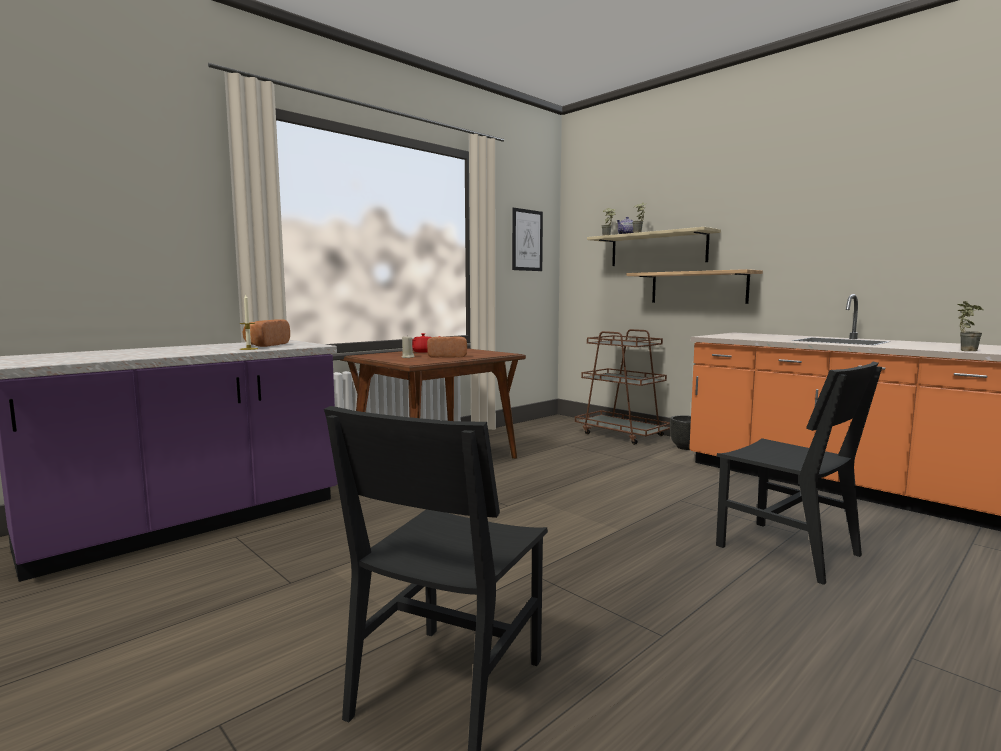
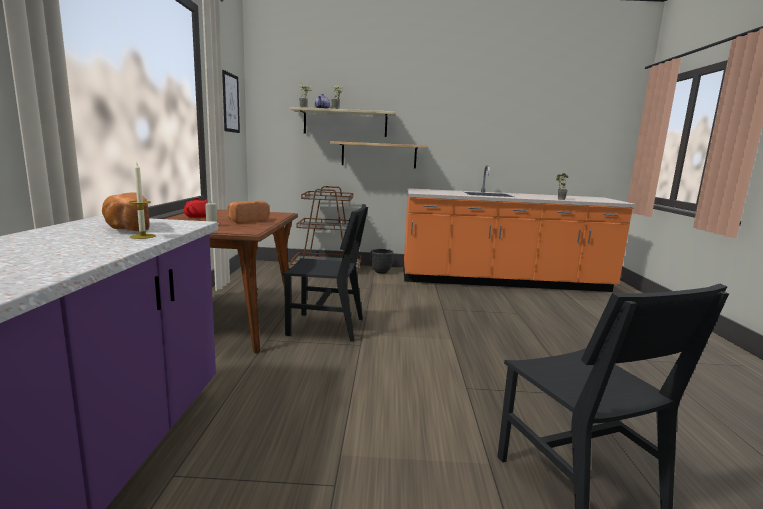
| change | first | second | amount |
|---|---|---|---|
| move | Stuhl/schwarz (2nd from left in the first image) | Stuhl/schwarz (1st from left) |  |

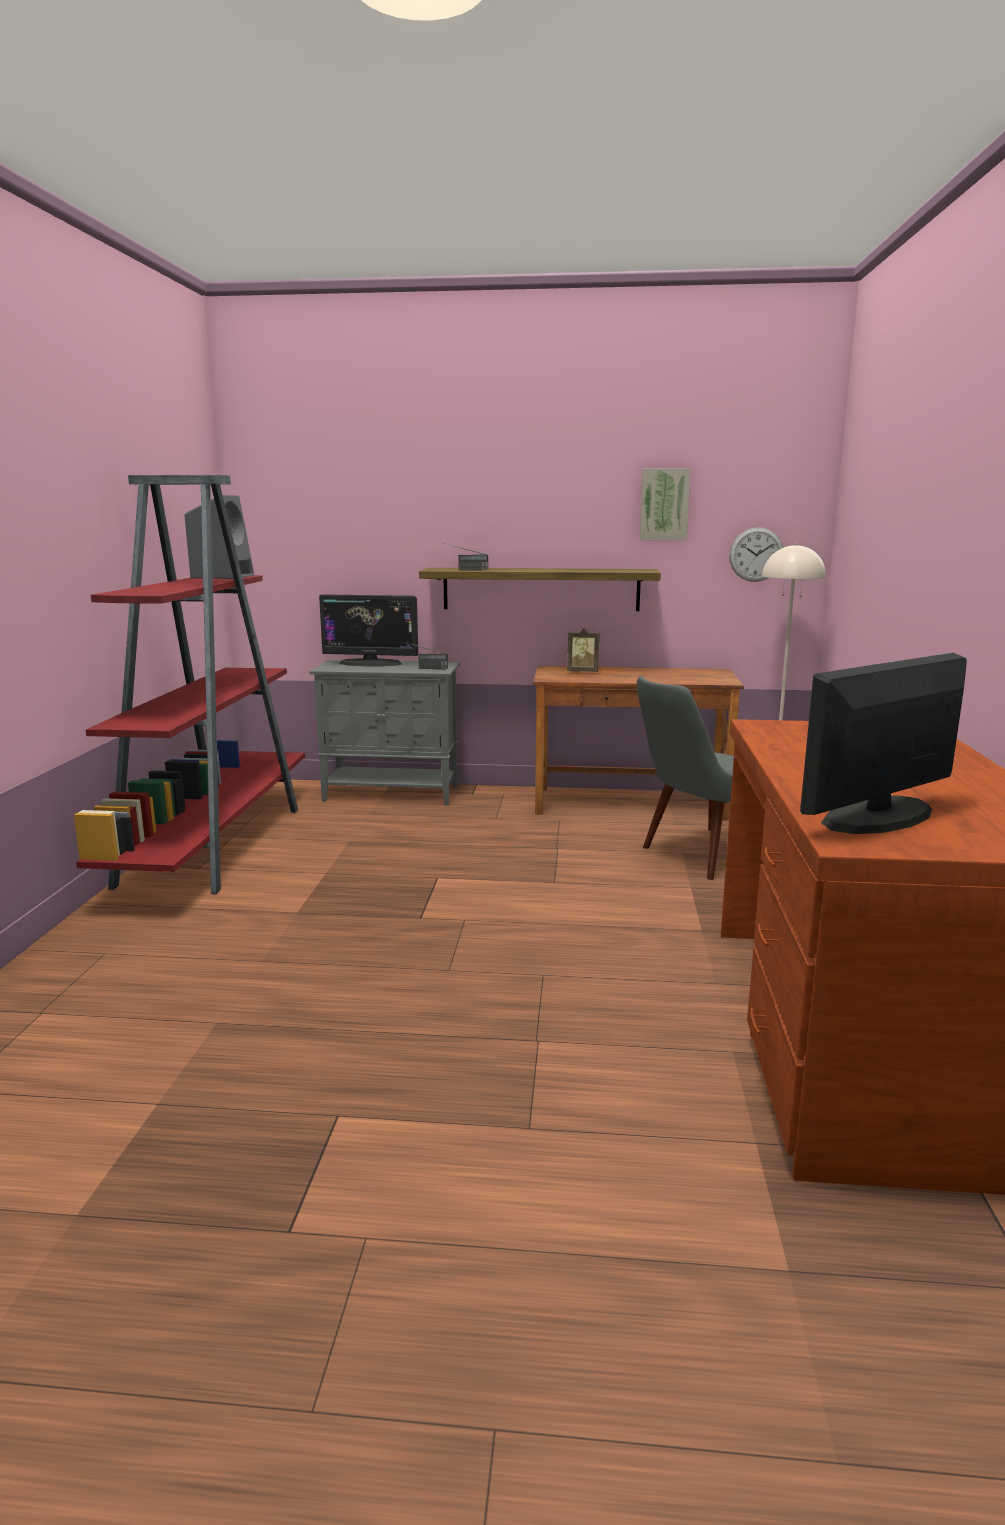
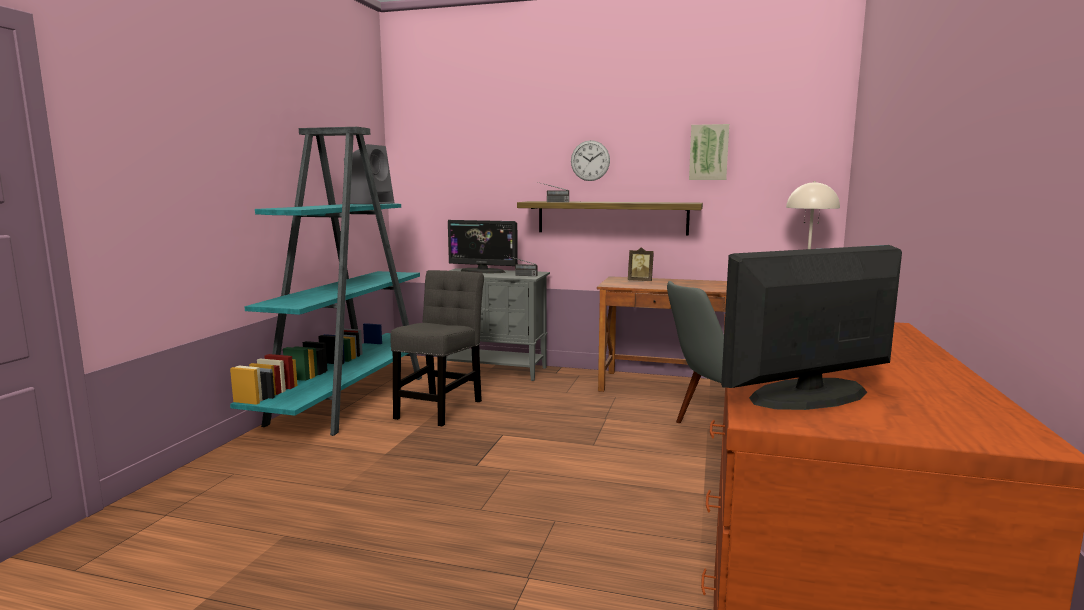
| change | first | second | amount |
|---|---|---|---|
| recolor | Bücherregal/rot | Bücherregal/türkis |  |
| move | Wanduhr |  |  |
| insert |  | Stuhl/grau (1st from left) |  |

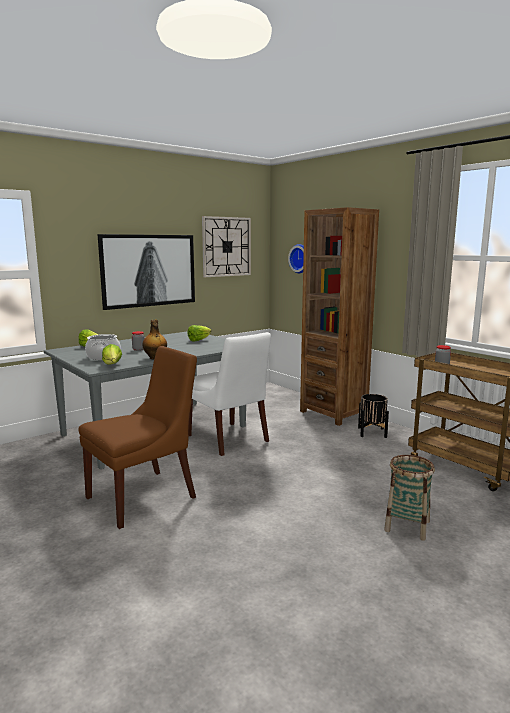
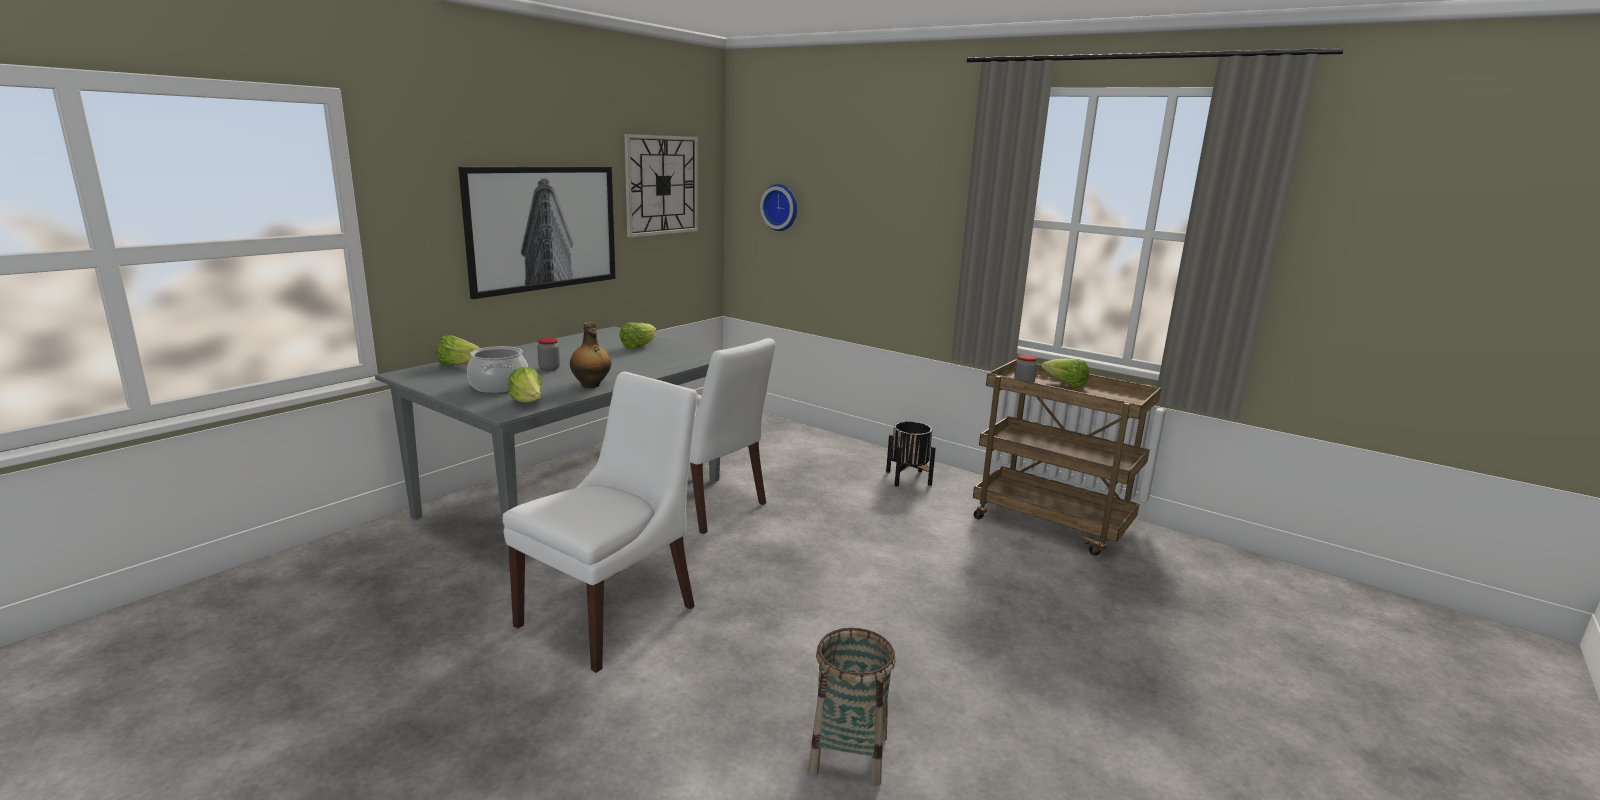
| change | first | second | amount |
|---|---|---|---|
| delete | Bücherregal/braun |  |  |
| recolor | Stuhl/braun | Stuhl/weiß (1st from left) |  |
| move | Korb |  |  |
| insert |  | Salatkopf (4th from left) |  |

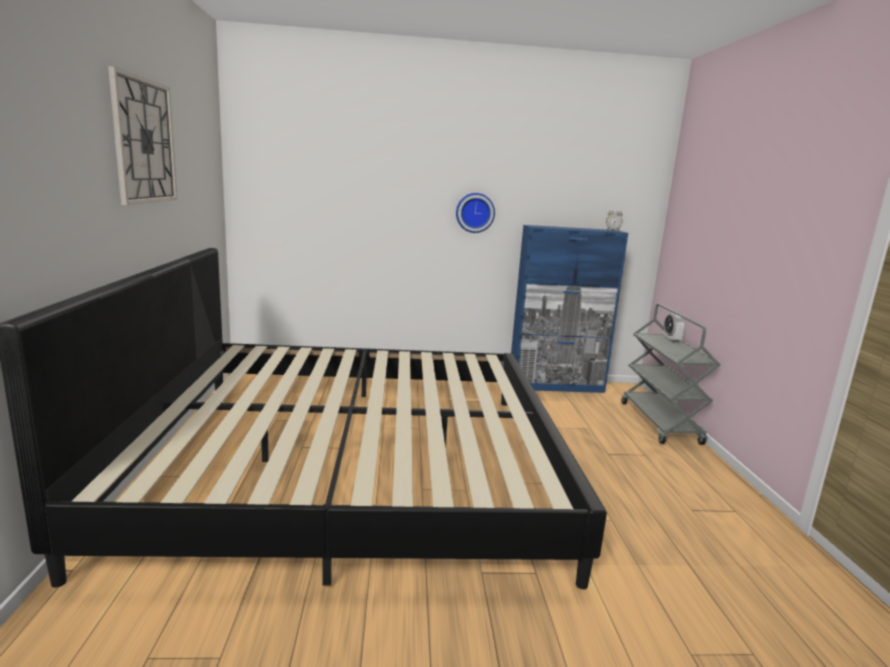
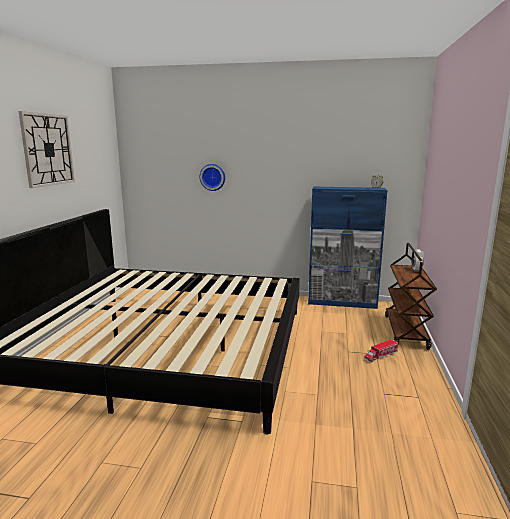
| change | first | second | amount |
|---|---|---|---|
| move | Wanduhr (2nd from left) |  |  |
| recolor | Rollwagen/grau | Rollwagen/braun |  |
| insert |  | Spielzeuglaster |  |

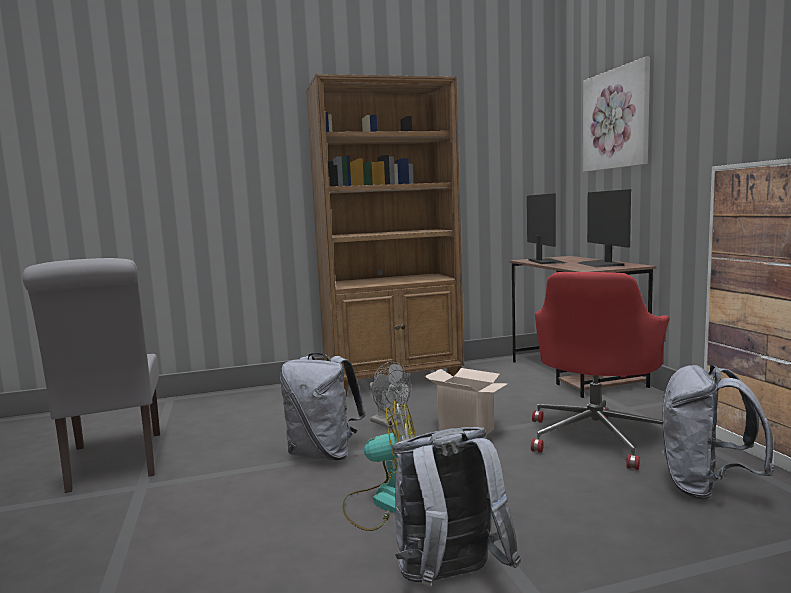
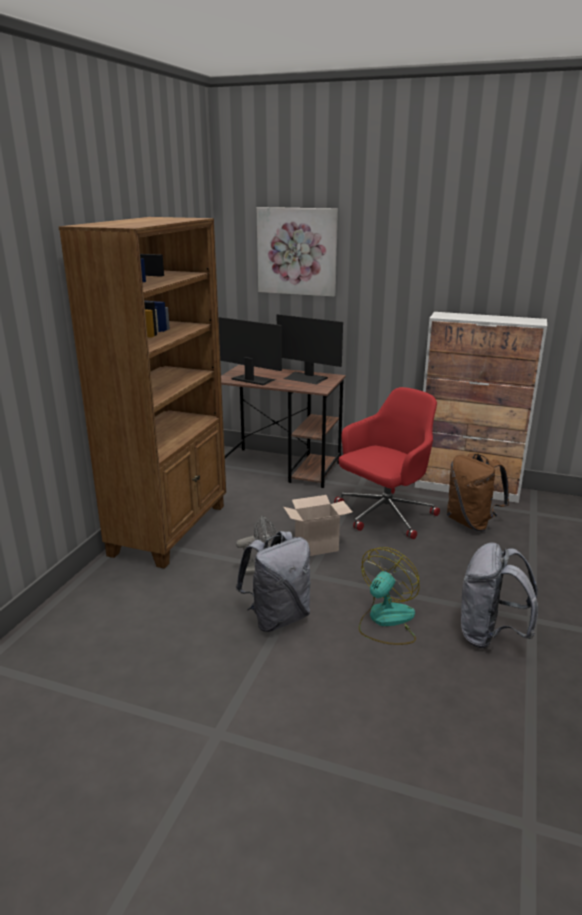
| change | first | second | amount |
|---|---|---|---|
| delete | Stuhl/grau |  |  |
| rotate | Bürostuhl/rot |  | 105 degrees counterclockwise |
| recolor | Rucksack/grau (3rd from left) | Rucksack/braun |  |

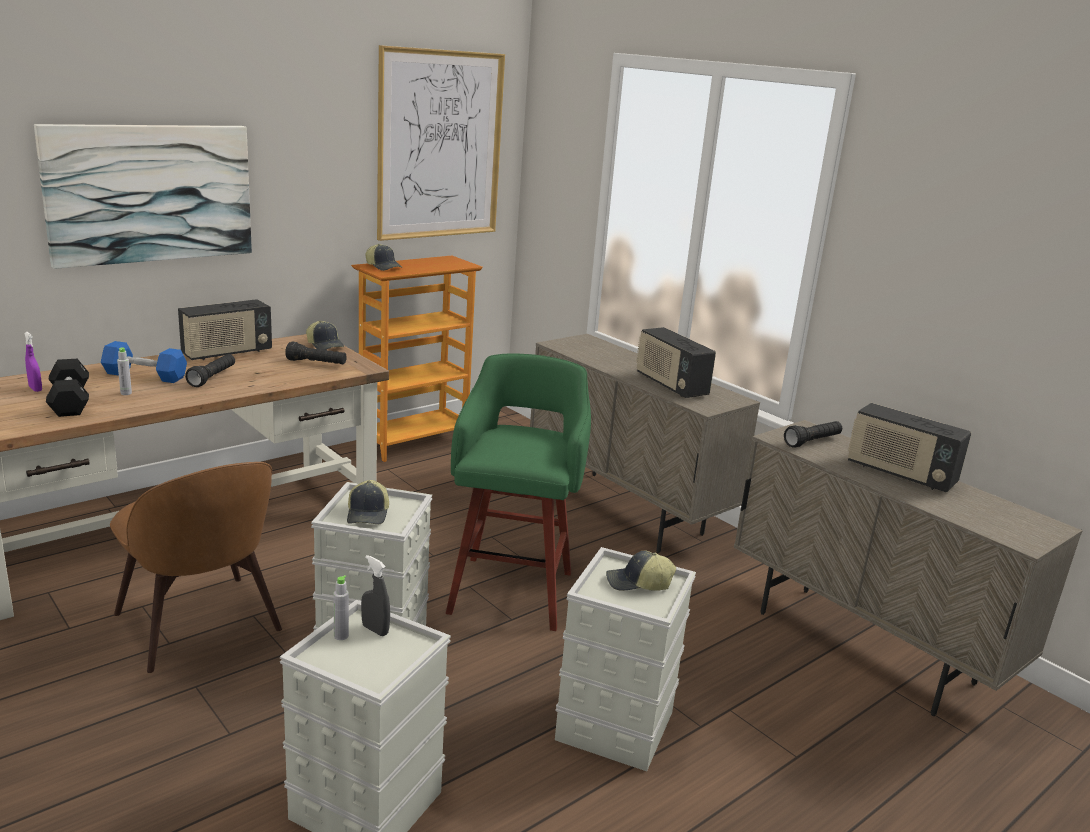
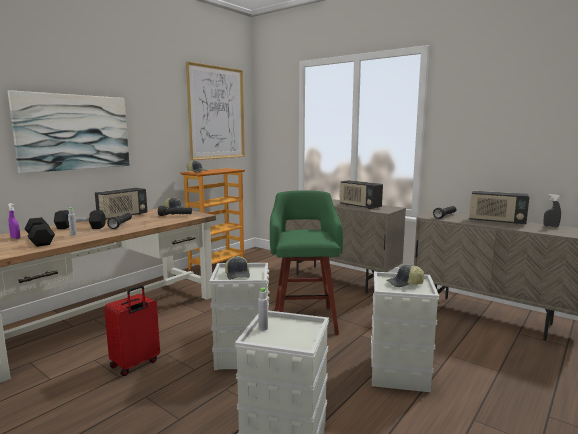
| change | first | second | amount |
|---|---|---|---|
| recolor | Hantel/blau | Hantel/schwarz (2nd from left) |  |
| replace | Stuhl/braun | Koffer/rot |  |
| move | Sprühflasche/grau |  |  |

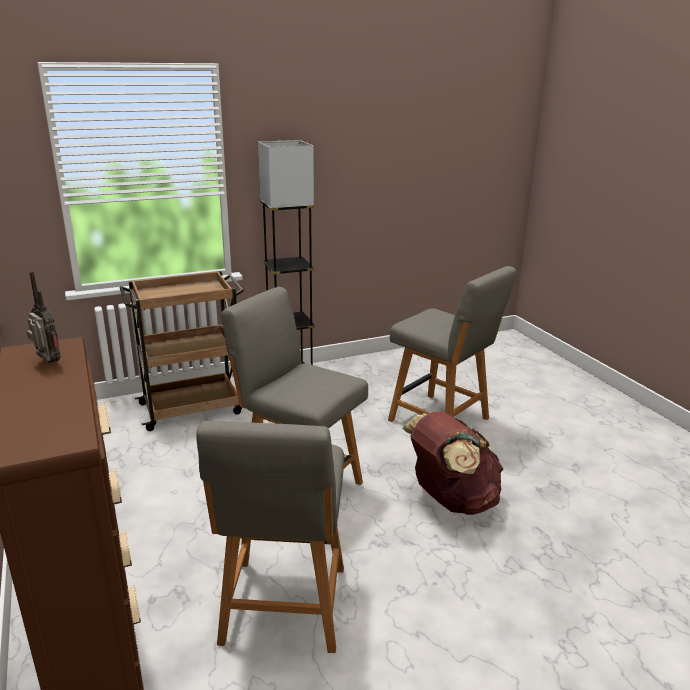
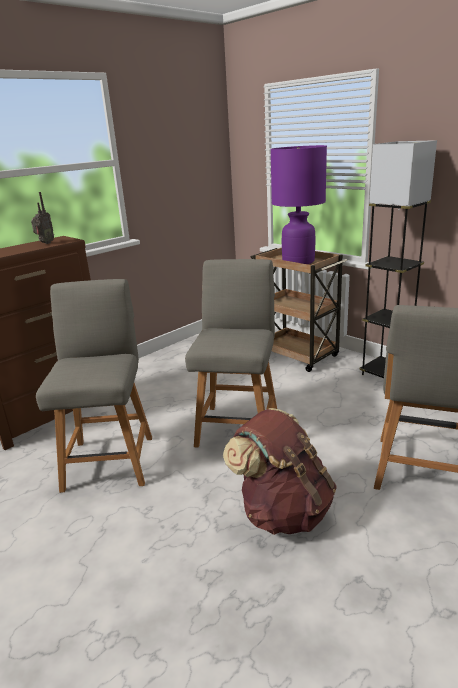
| change | first | second | amount |
|---|---|---|---|
| rotate | Stuhl/grau (1st from left) |  | 105 degrees clockwise |
| insert |  | Tischlampe/lila |  |

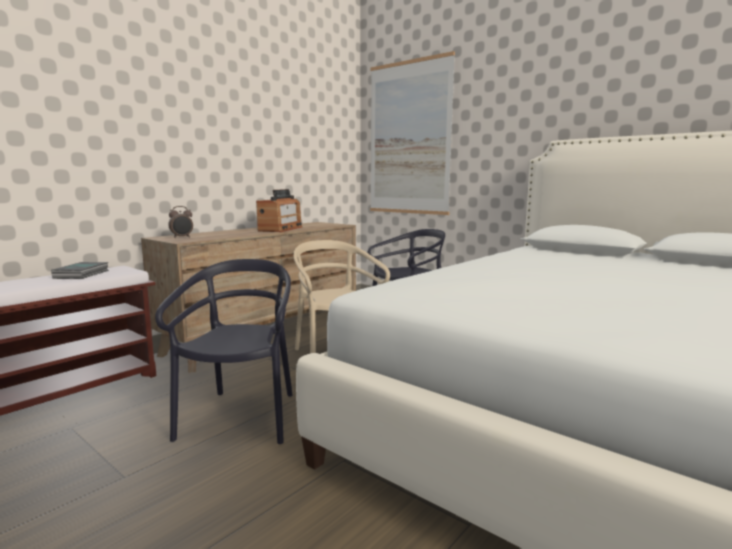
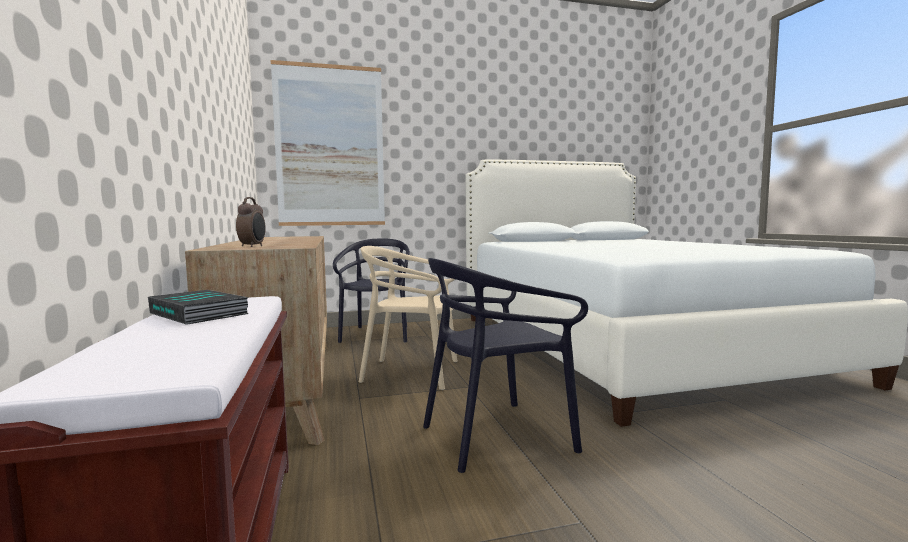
| change | first | second | amount |
|---|---|---|---|
| delete | Radio |  |  |
| rotate | Stuhl/schwarz (1st from left in the first image) | Stuhl/schwarz (2nd from left) | 60 degrees counterclockwise |

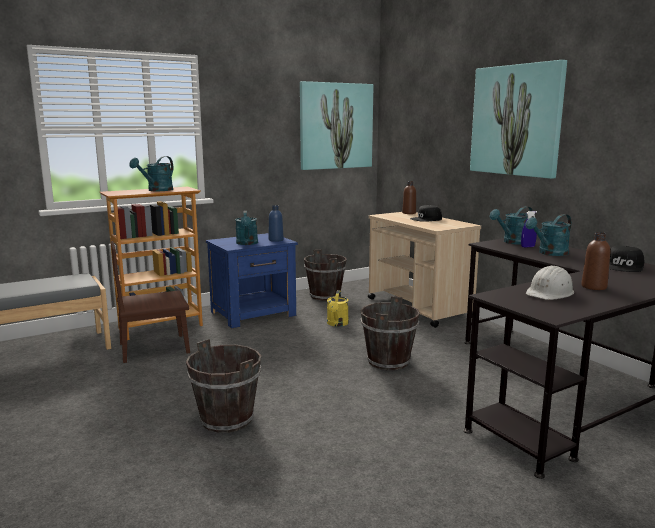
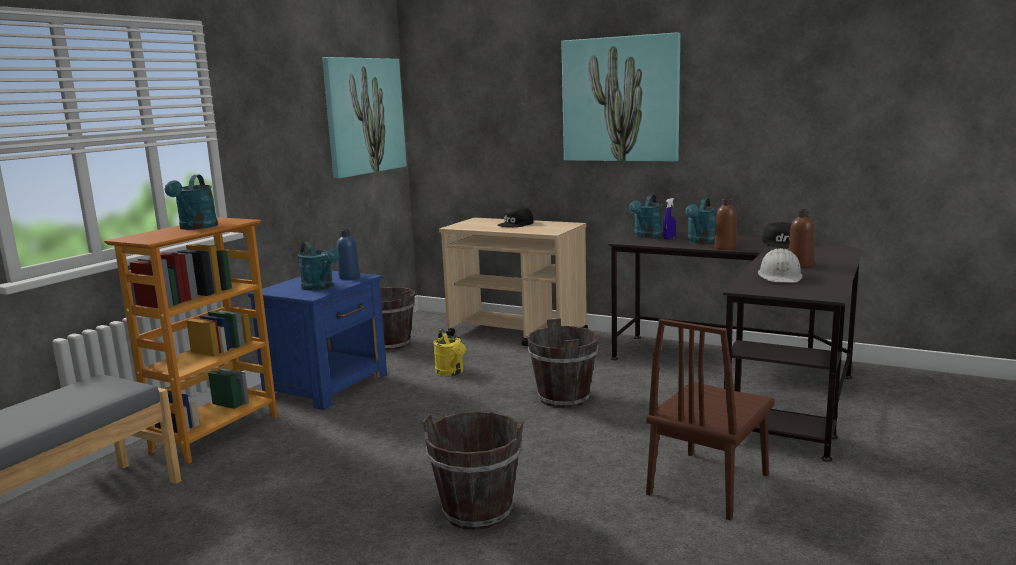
| change | first | second | amount |
|---|---|---|---|
| move | Flasche/braun (1st from left) |  |  |
| move | Stuhl/braun |  |  |

